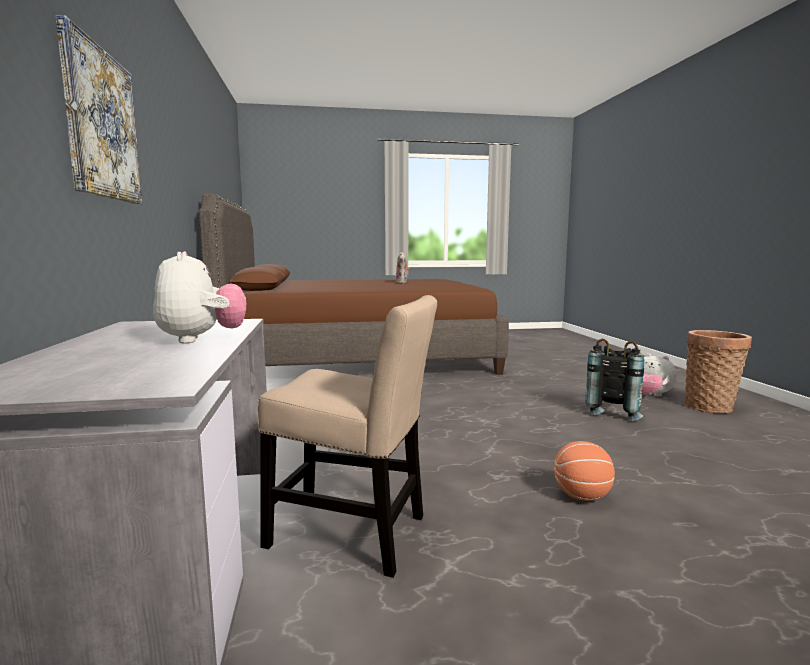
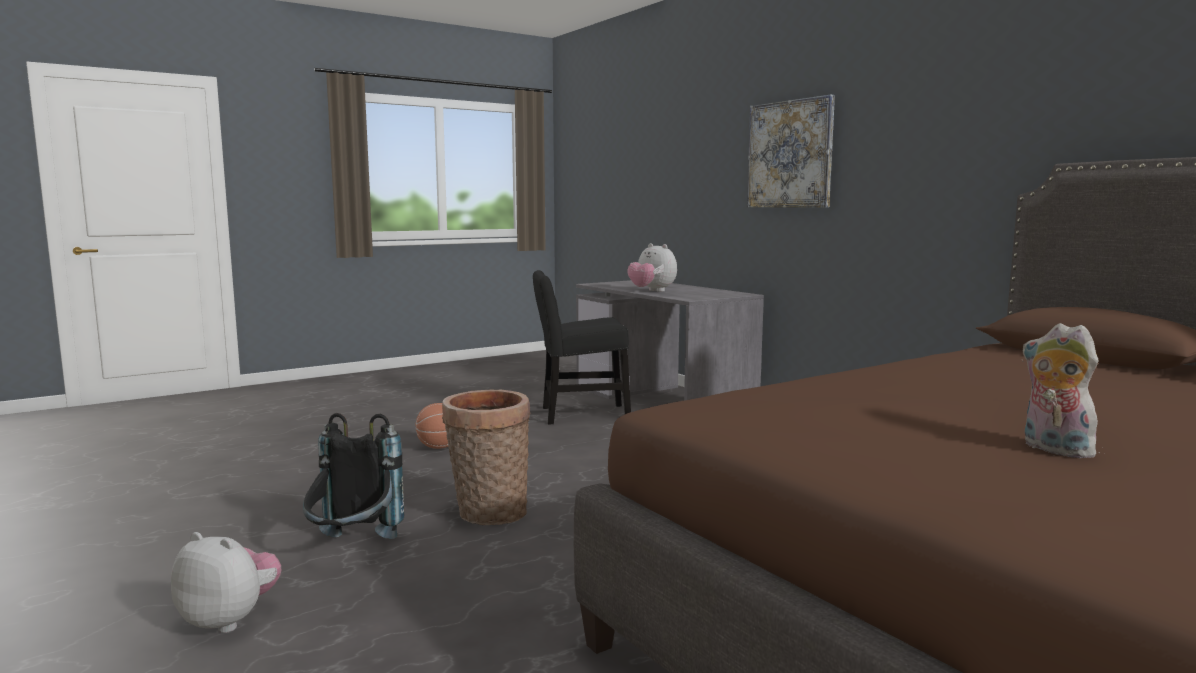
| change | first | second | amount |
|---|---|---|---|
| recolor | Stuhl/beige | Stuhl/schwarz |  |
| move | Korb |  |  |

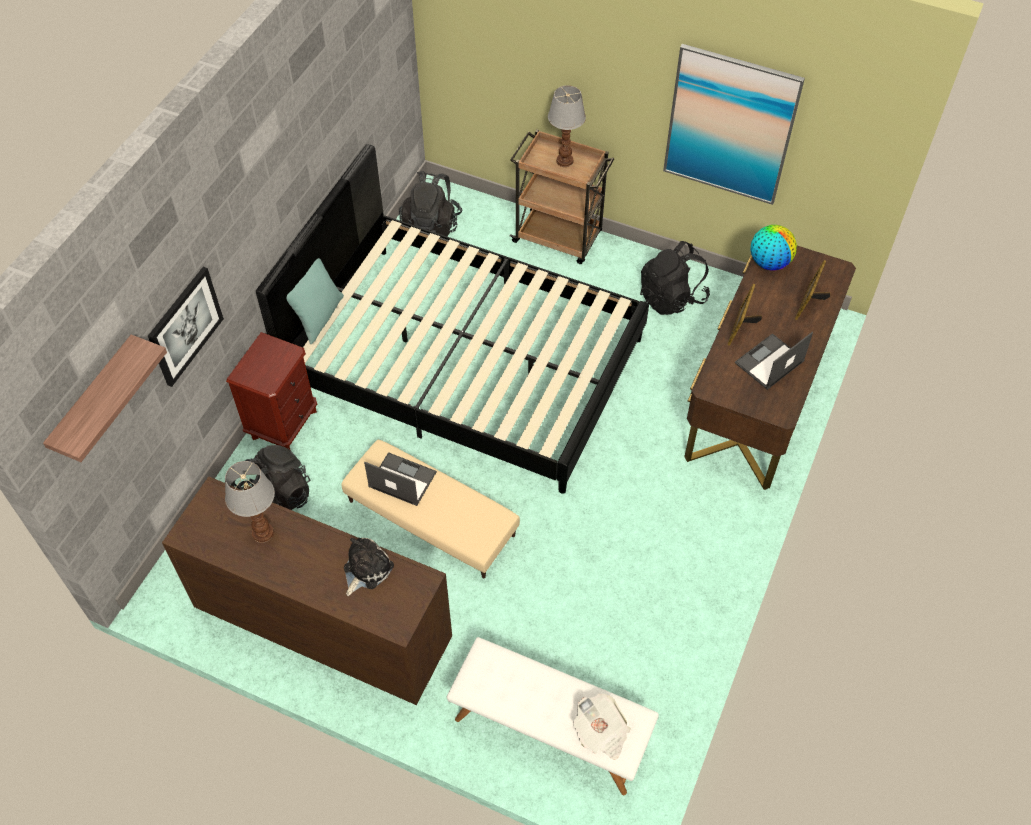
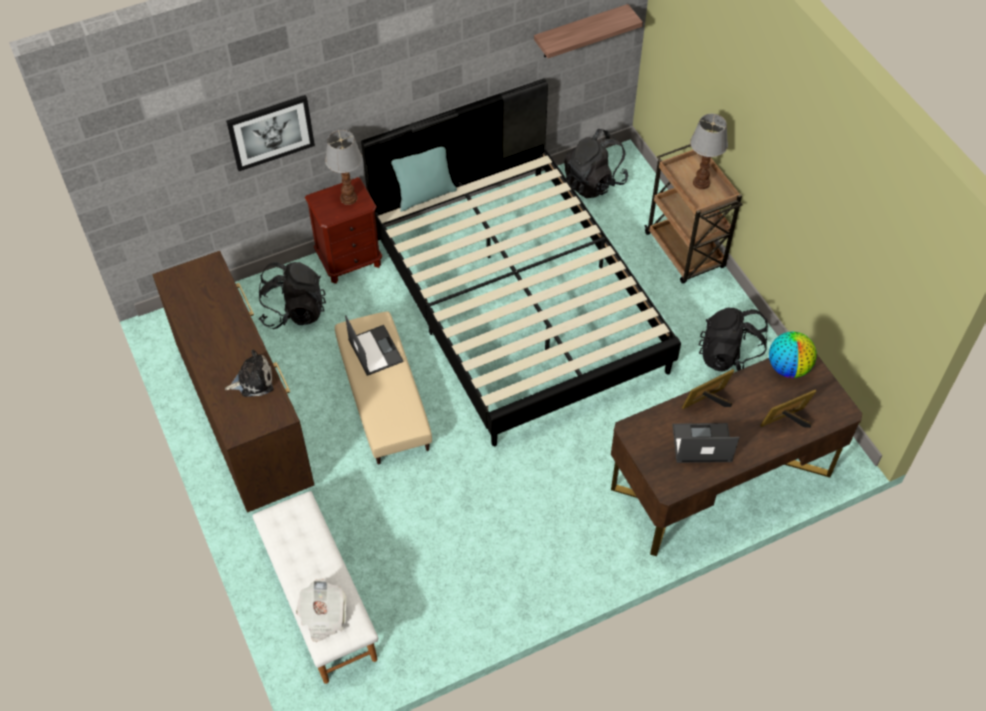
| change | first | second | amount |
|---|---|---|---|
| delete | Bild (2nd from left) |  |  |
| move | Wandregal |  |  |
| move | Tischlampe (1st from left) |  |  |

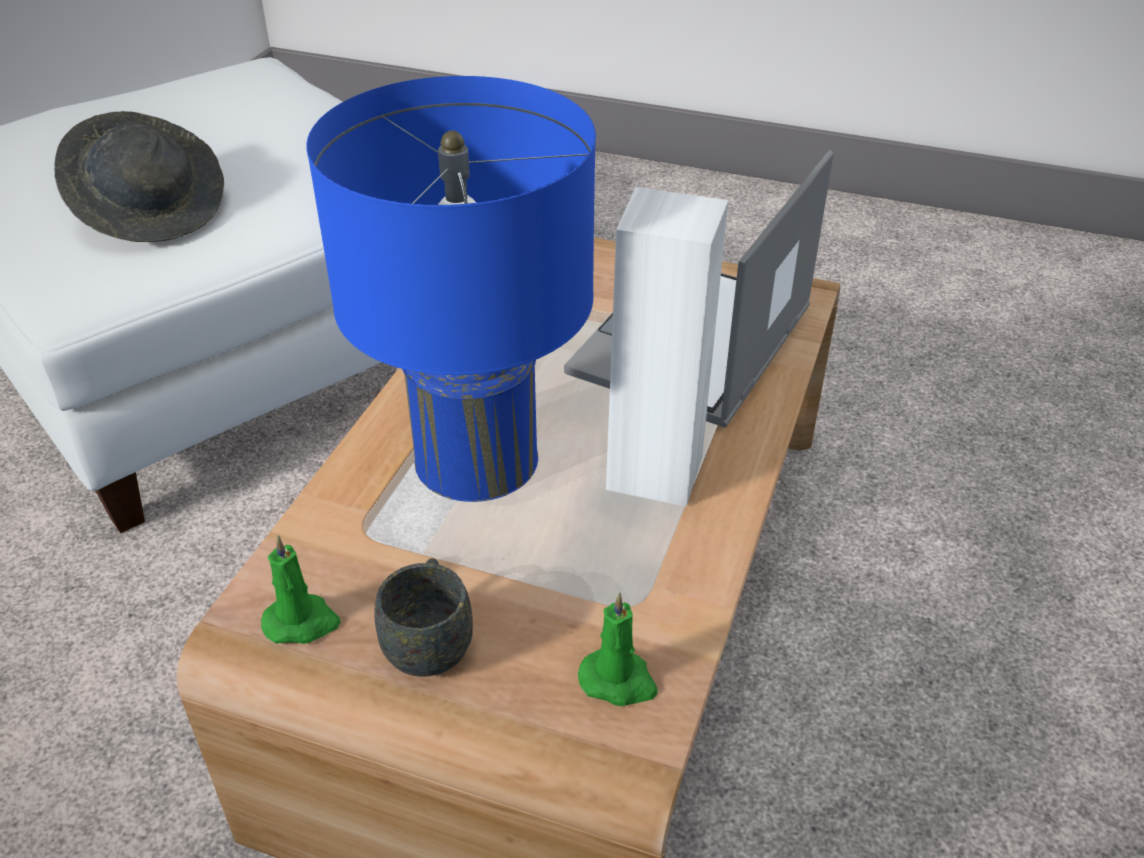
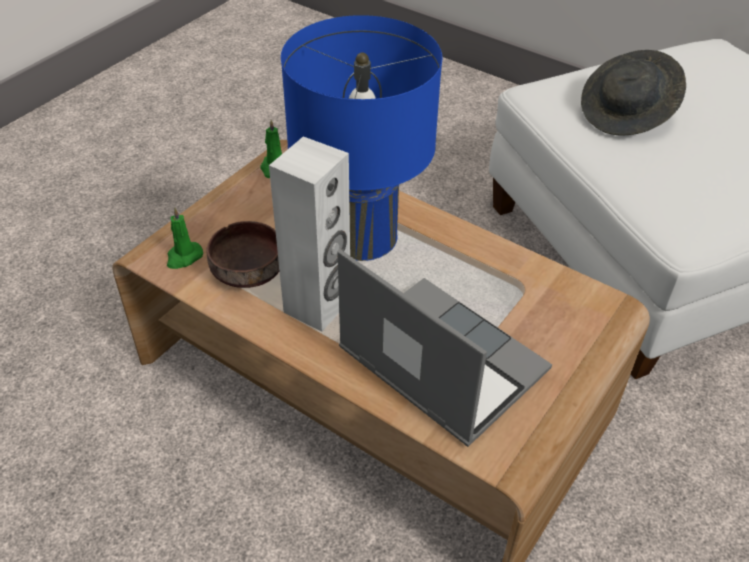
| change | first | second | amount |
|---|---|---|---|
| delete | Henkelbecher/grau |  |  |
| insert |  | Schüssel/braun |  |

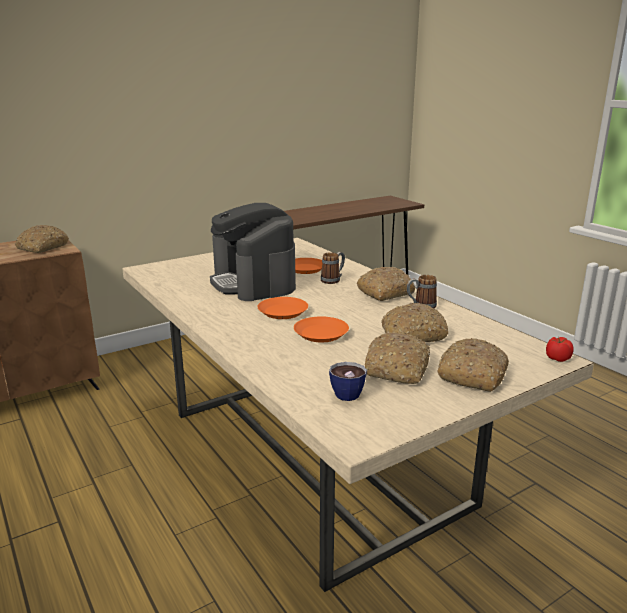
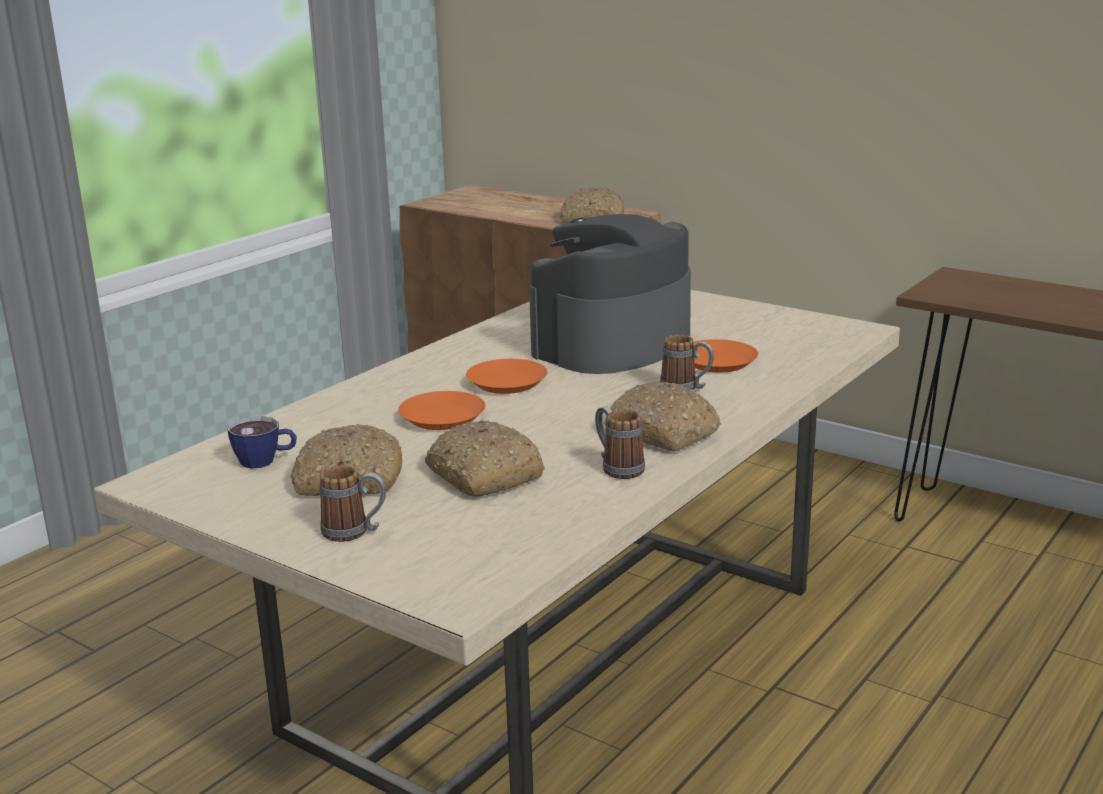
| change | first | second | amount |
|---|---|---|---|
| delete | Tomate |  |  |
| replace | Brot (5th from left) | Henkelbecher (1st from left) |  |

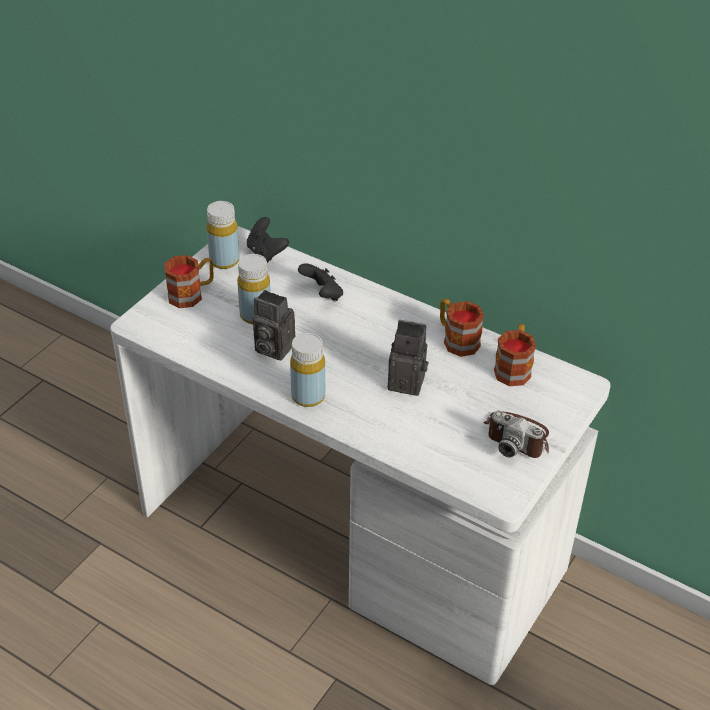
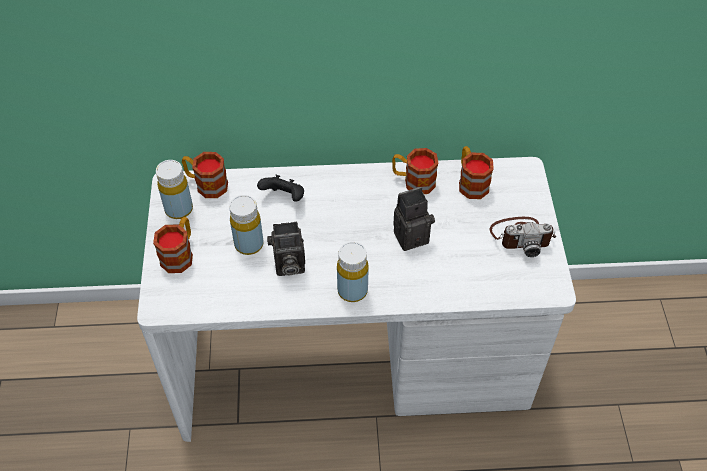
| change | first | second | amount |
|---|---|---|---|
| replace | Gamepad/schwarz (1st from left) | Henkelbecher (2nd from left) |  |

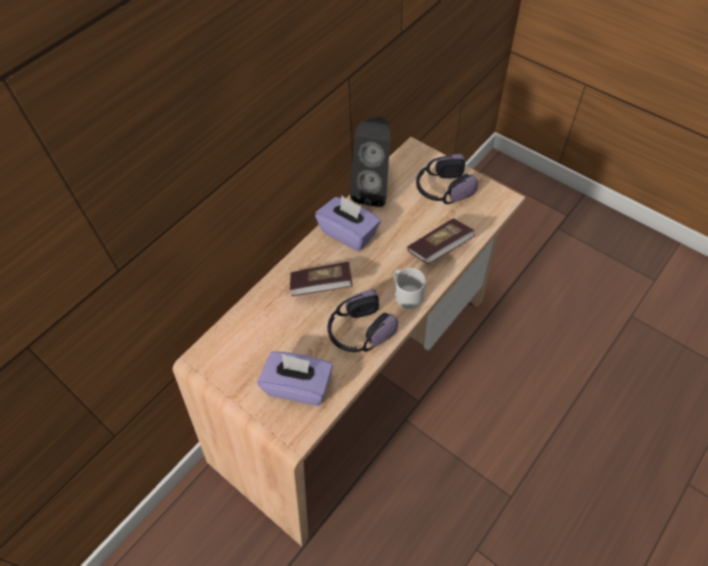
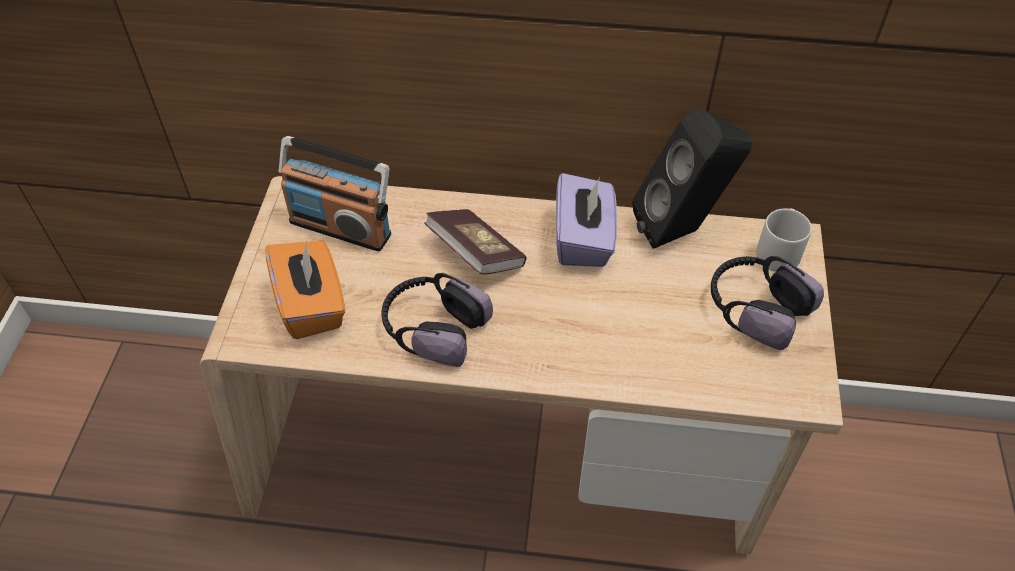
| change | first | second | amount |
|---|---|---|---|
| delete | Buch (2nd from left) |  |  |
| move | Henkelbecher/grau |  |  |
| recolor | Taschentuchbox/lila (1st from left) | Taschentuchbox/orange |  |
| insert |  | Radio |  |

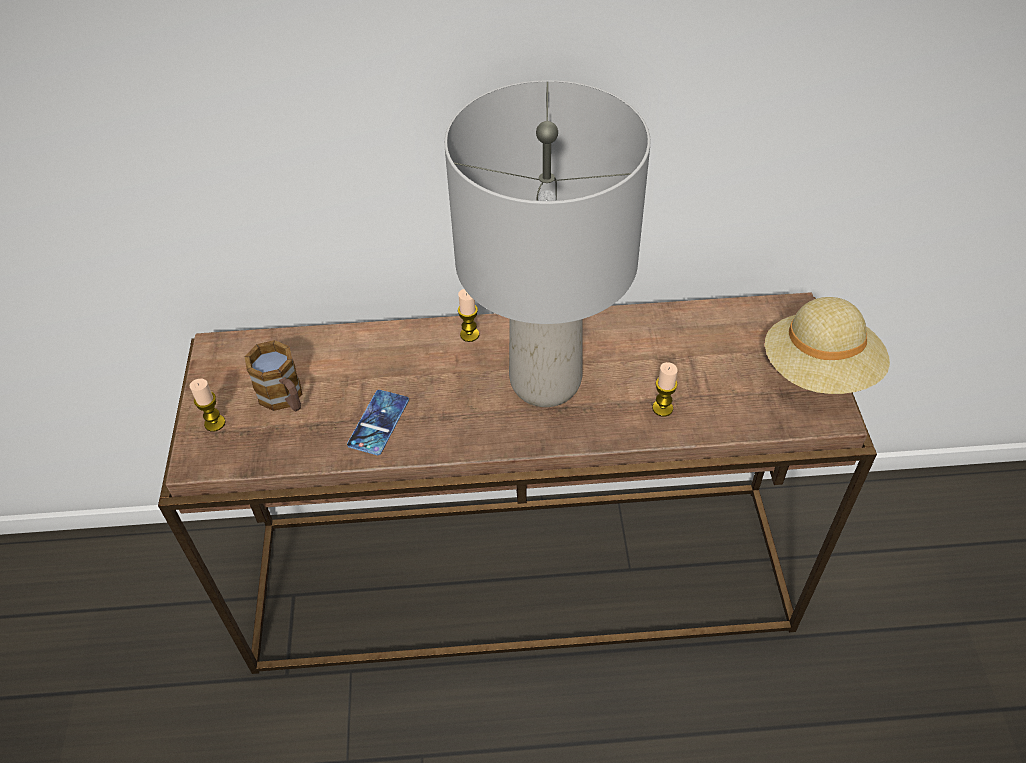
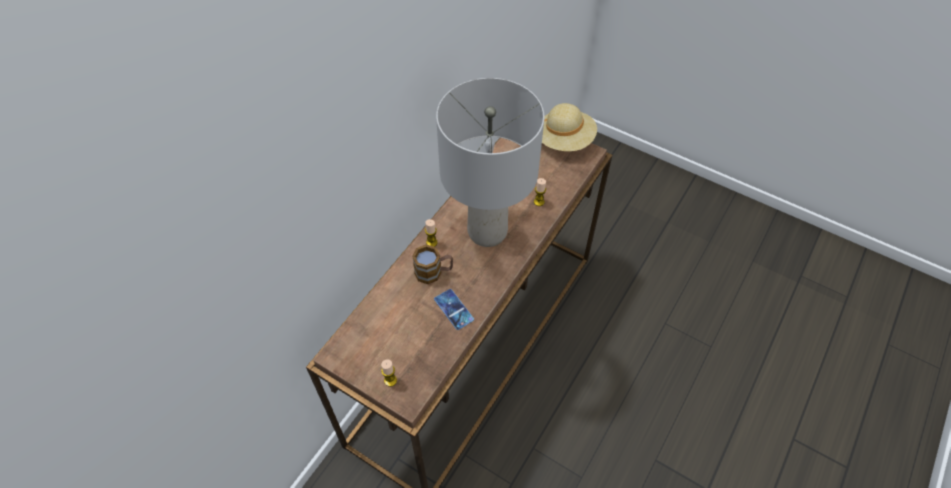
| change | first | second | amount |
|---|---|---|---|
| move | Henkelbecher |  |  |

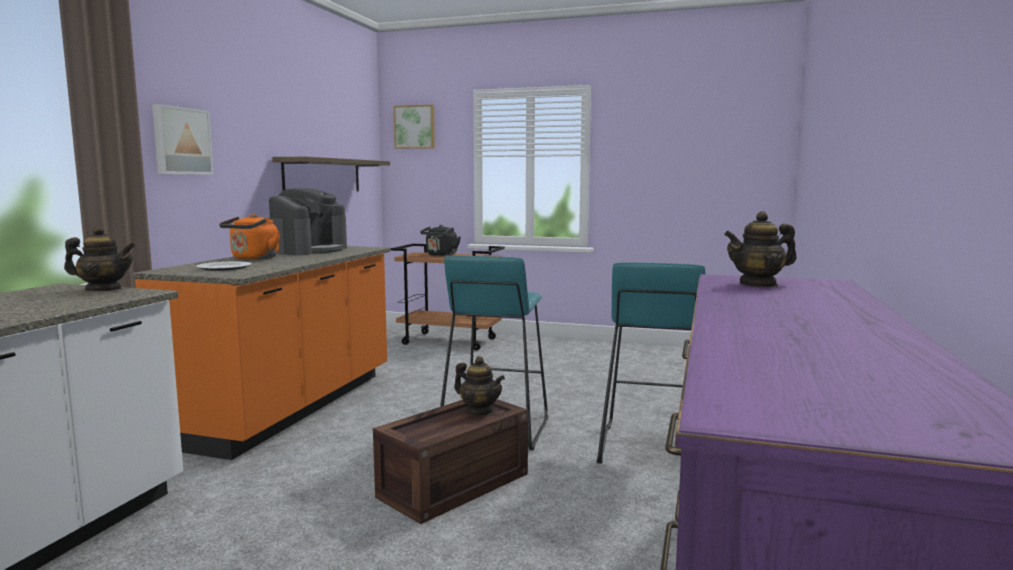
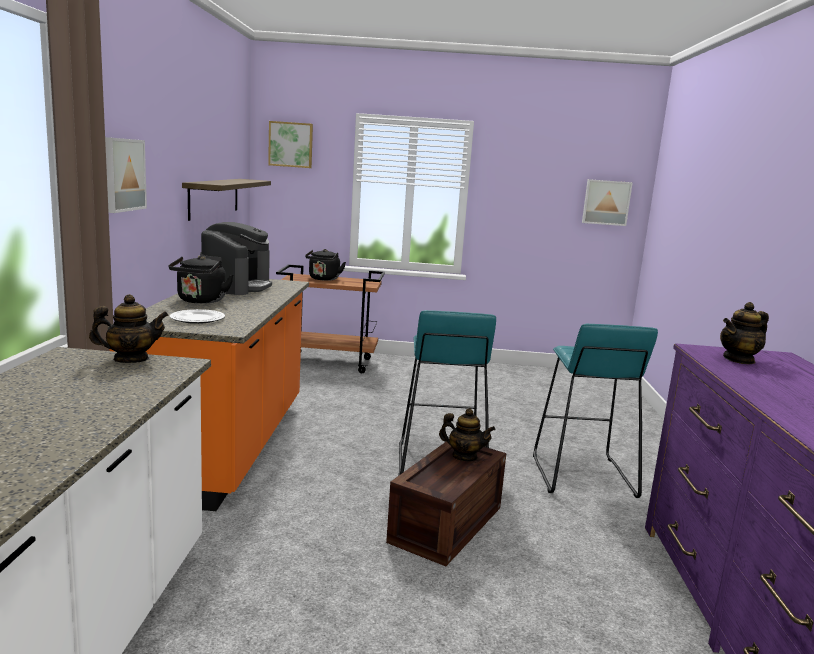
| change | first | second | amount |
|---|---|---|---|
| recolor | Wasserkessel/orange | Wasserkessel/schwarz (1st from left) |  |
| insert |  | Bild (3rd from left) |  |

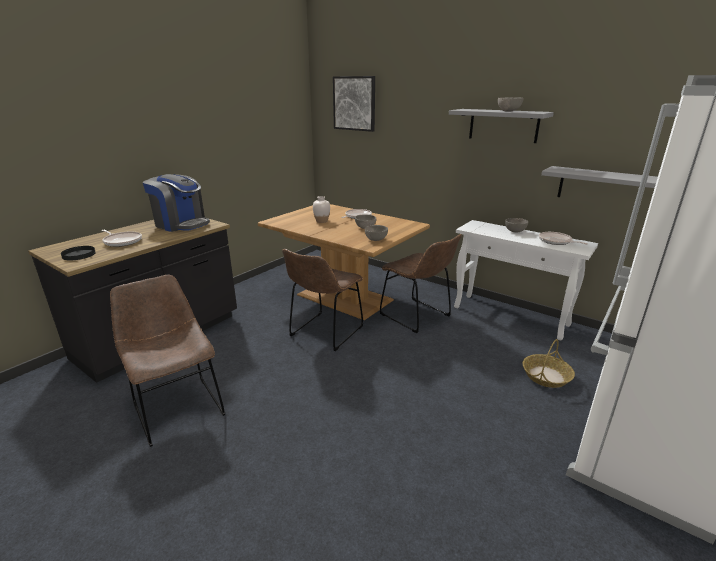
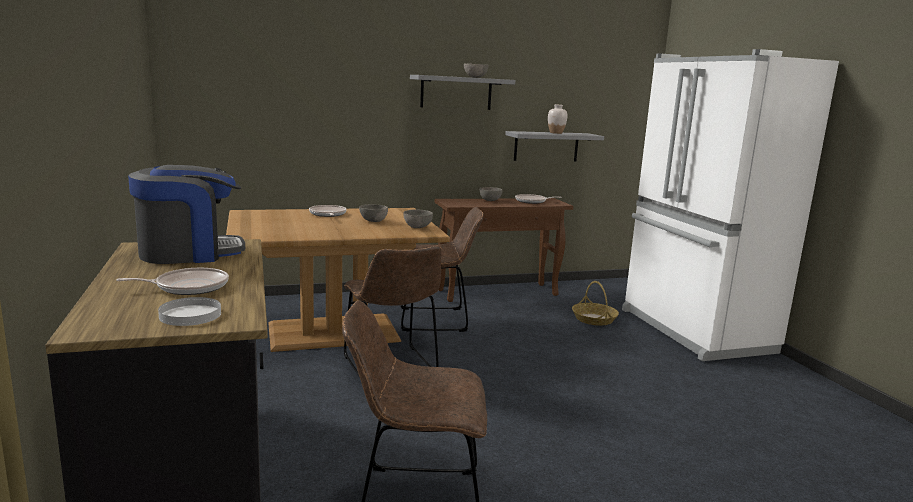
| change | first | second | amount |
|---|---|---|---|
| delete | Bild |  |  |
| move | Vase/weiß |  |  |
| recolor | Konsolentisch/weiß | Konsolentisch/braun |  |
| recolor | Teller/schwarz | Teller/weiß |  |

